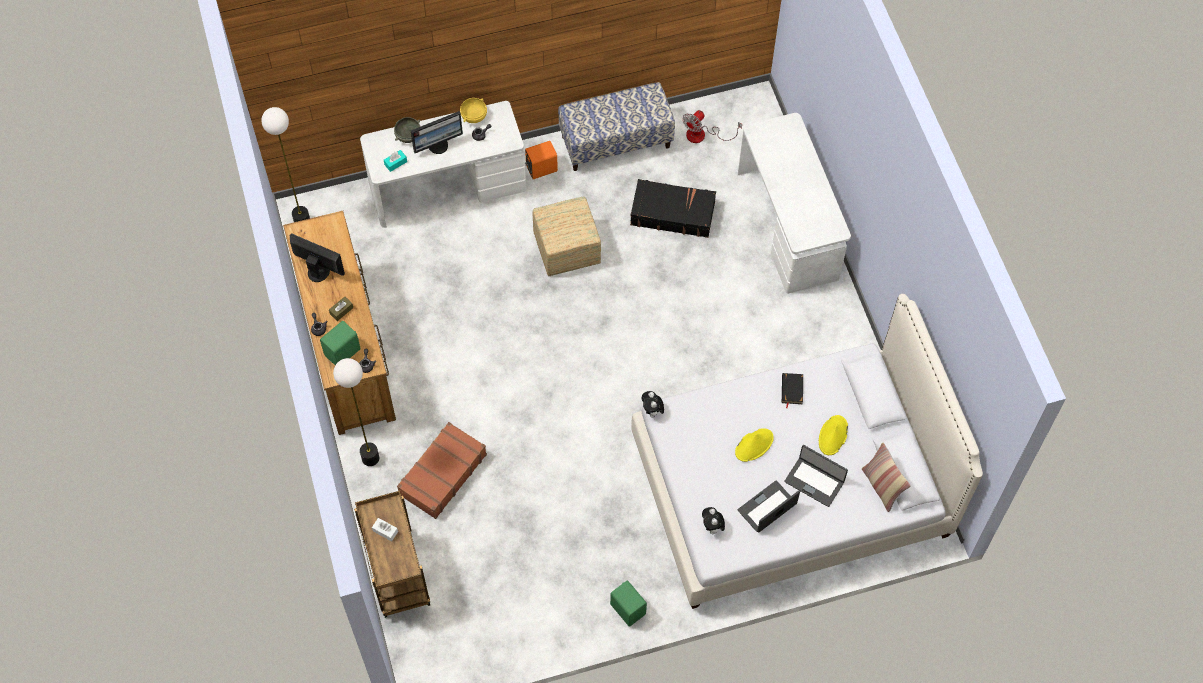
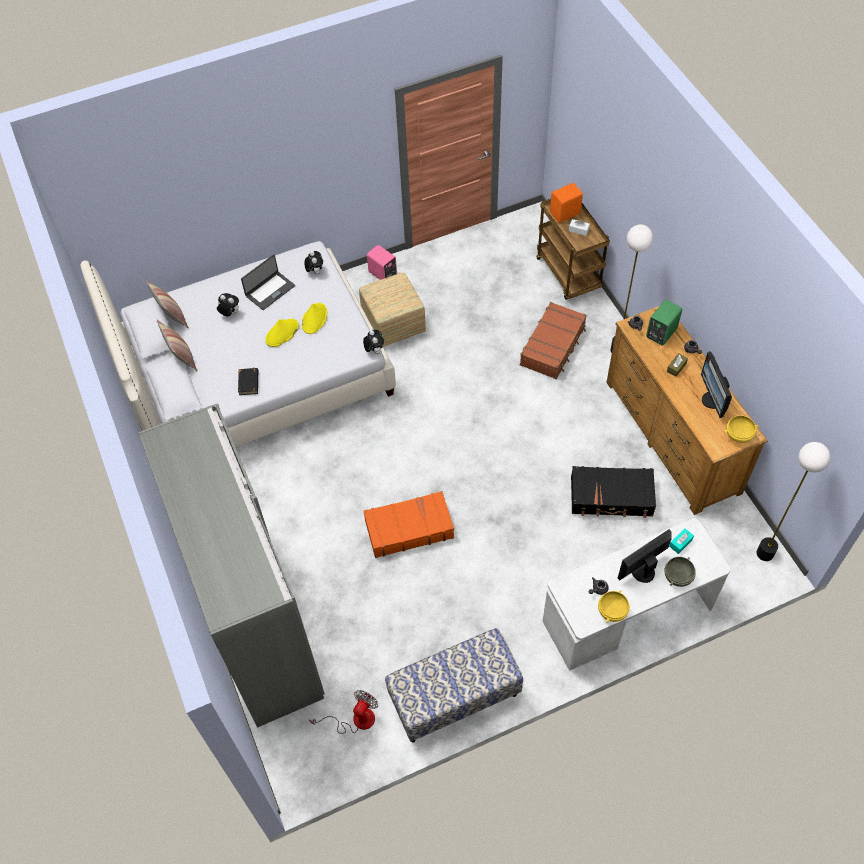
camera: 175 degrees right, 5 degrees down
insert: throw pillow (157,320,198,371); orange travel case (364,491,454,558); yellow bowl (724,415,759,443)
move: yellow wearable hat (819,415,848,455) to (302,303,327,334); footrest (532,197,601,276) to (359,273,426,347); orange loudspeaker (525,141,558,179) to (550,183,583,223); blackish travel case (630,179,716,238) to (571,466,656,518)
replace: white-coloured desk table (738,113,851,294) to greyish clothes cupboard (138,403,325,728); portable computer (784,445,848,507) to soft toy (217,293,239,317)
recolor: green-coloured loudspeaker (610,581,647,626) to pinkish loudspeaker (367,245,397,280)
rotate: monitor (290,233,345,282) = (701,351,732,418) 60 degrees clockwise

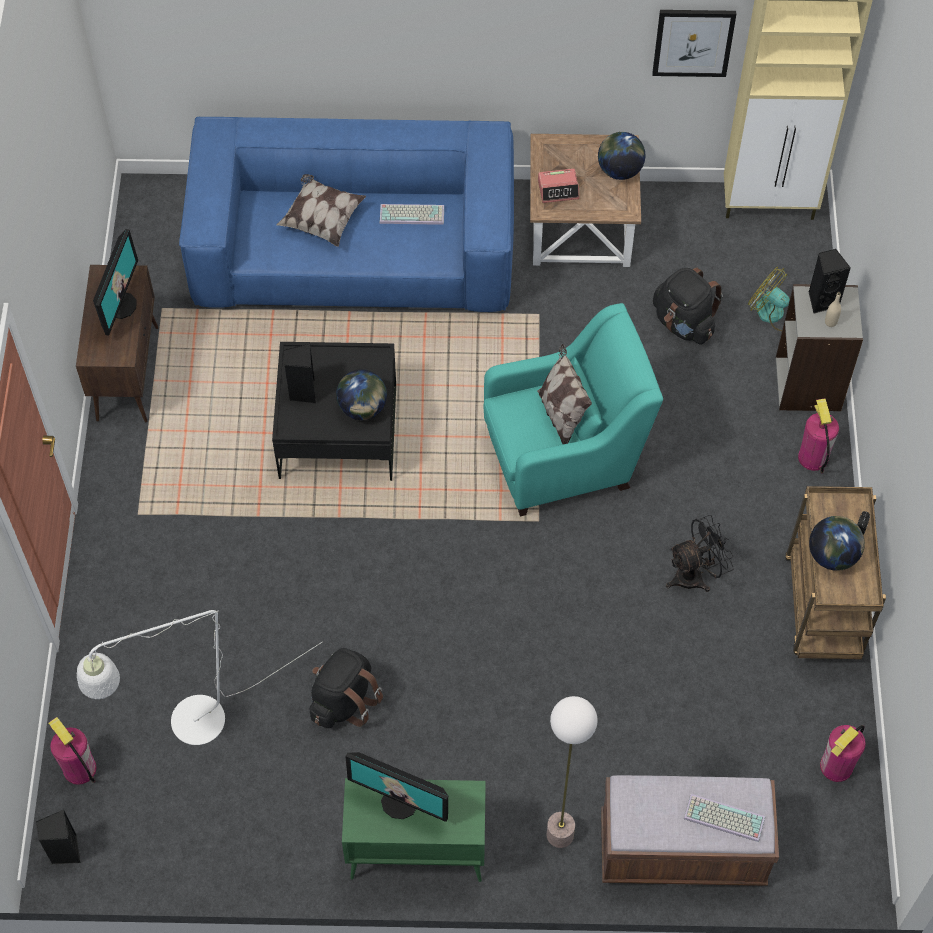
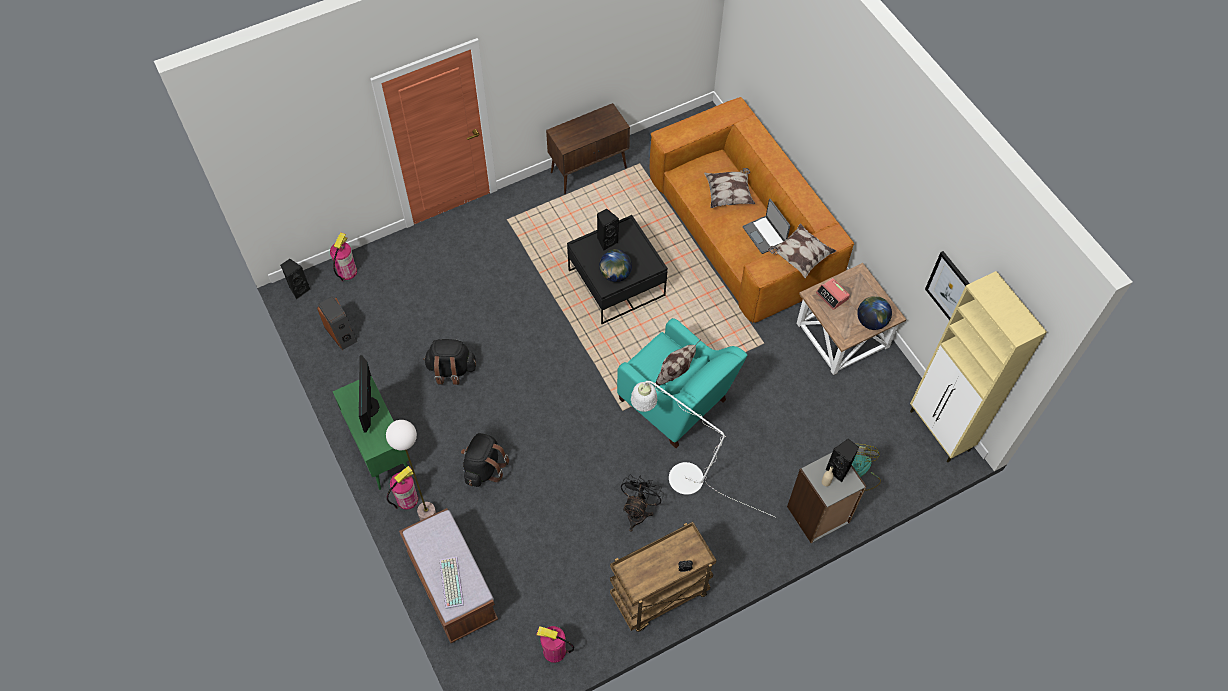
camera: 60 degrees right, 0 degrees up
delete: monitor (93,229,138,336); globe (809,516,865,571)
insert: loudspeaker (317,296,357,350); throw pillow (768,223,836,278)
move: fire extinguisher (798,398,839,473) to (387,466,418,510); blackish knapsack (653,267,723,345) to (461,433,509,487); white-coloured standard lamp (77,610,323,745) to (631,381,775,517)
replace: PC keyboard (380,204,444,225) to portable computer (742,199,790,254)
recolor: bluish sofa (179,117,514,312) to brown sofa (650,97,854,324)
rotate: blackish cooling fan (666,515,734,592) = (621,474,664,532) 105 degrees counterclockwise

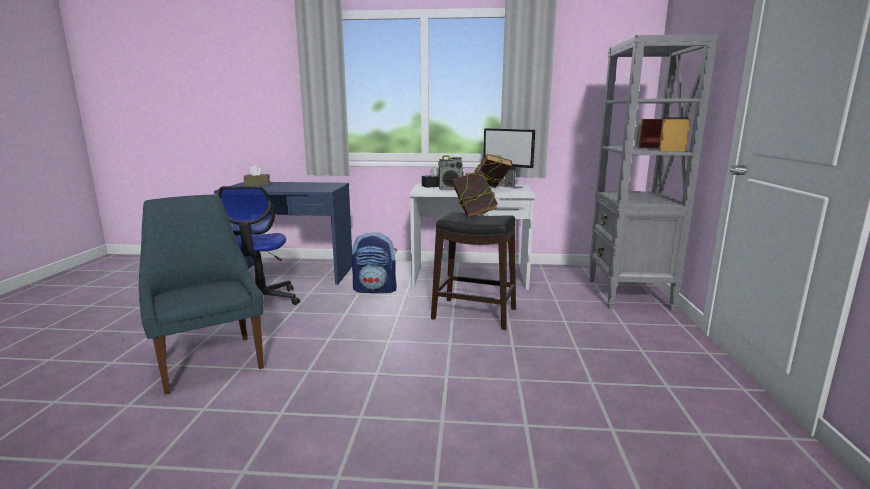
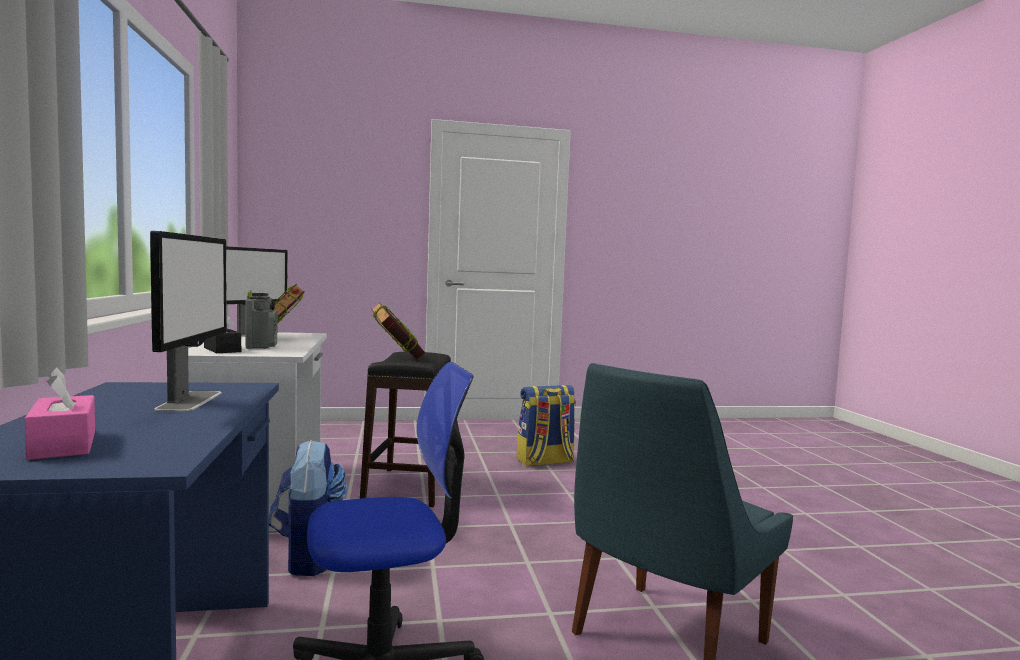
camera: 105 degrees left, 10 degrees down
delete: greyish bookshelf (589,34,718,311)
insert: monitor (150,231,227,412); knapsack (517,385,576,466)
recolor: brown tissue box (244,165,270,186) to pinkish tissue box (24,367,95,460)

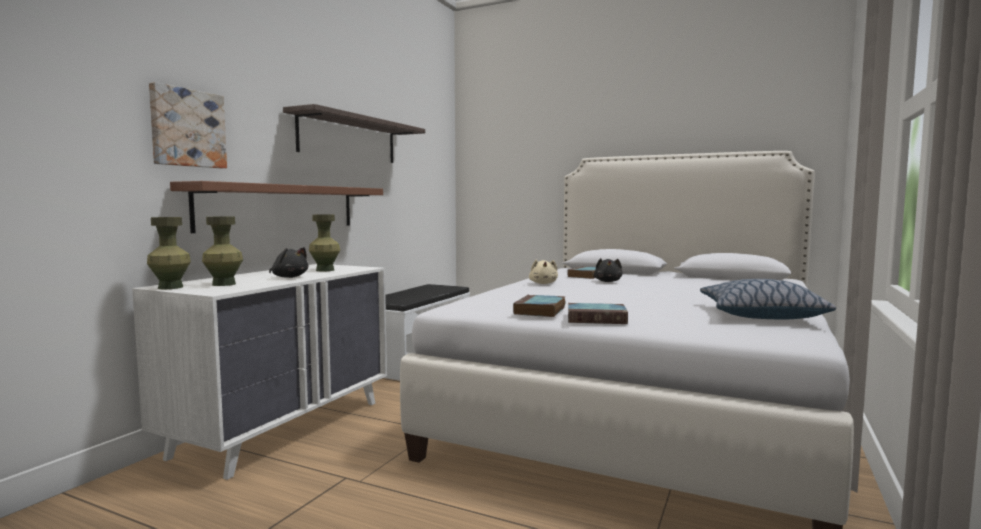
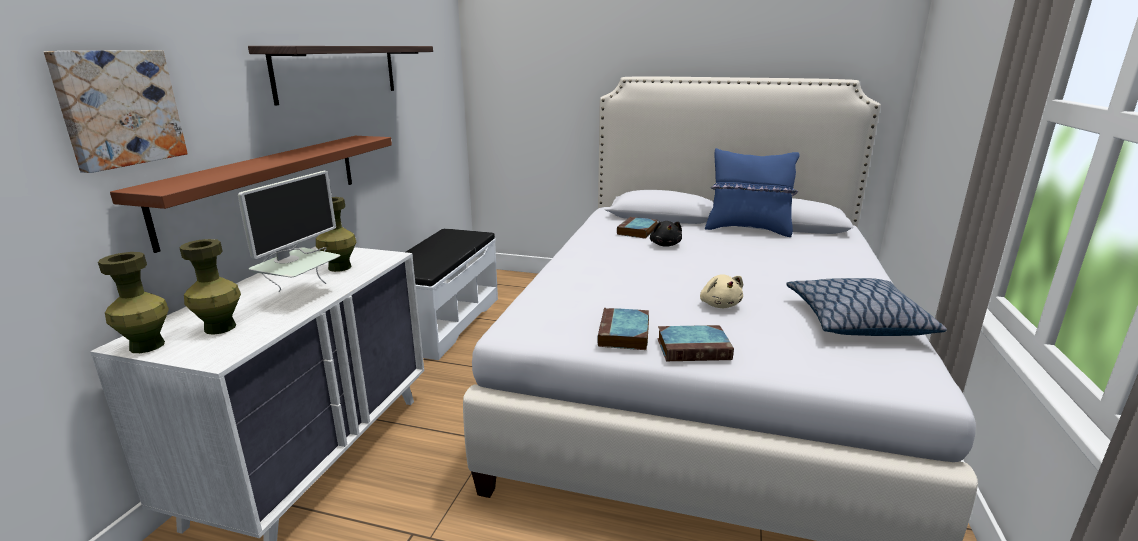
camera: 10 degrees left, 15 degrees up
insert: bluish throw pillow (705,148,800,237)
move: beige-coloured soft toy (529,259,558,284) to (700,275,743,308)
replace: blackish soft toy (269,247,308,278) to monitor (238,171,340,292)

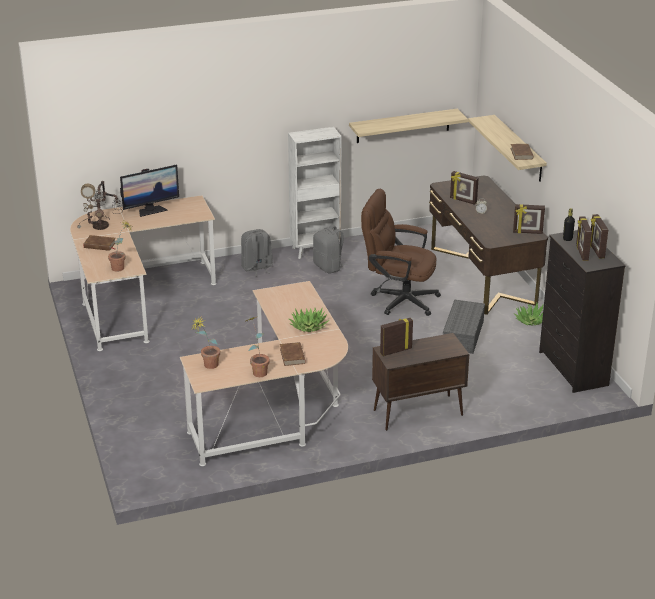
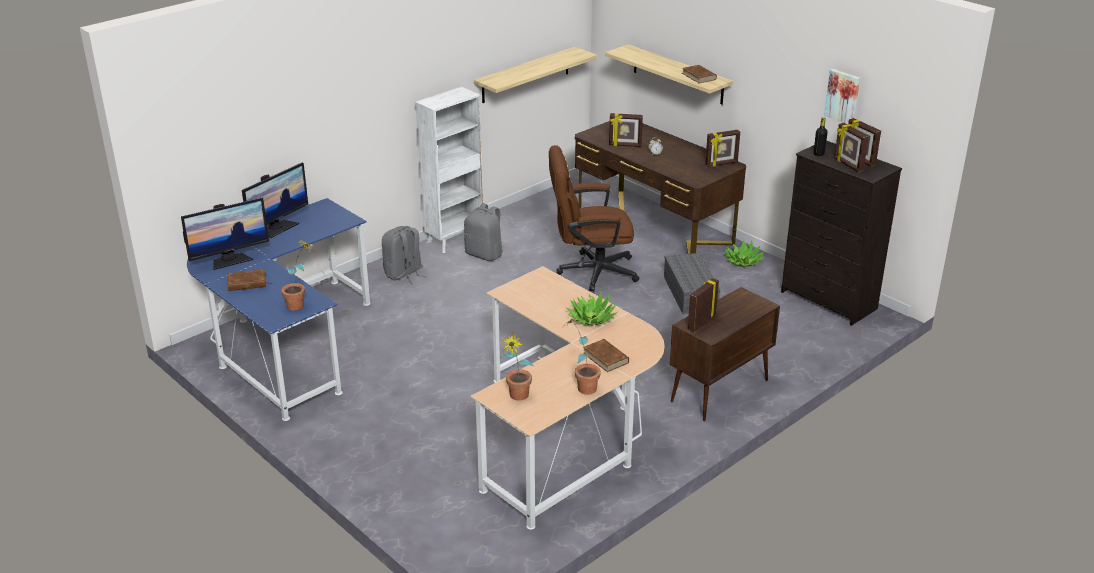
camera: 25 degrees left, 0 degrees up
insert: wall picture (824,69,860,124)
replace: table lamp (77,181,123,230) to monitor (181,198,269,270)
recolor: beige-coloured desk table (70,195,216,351) to bluish desk table (187,198,370,421)

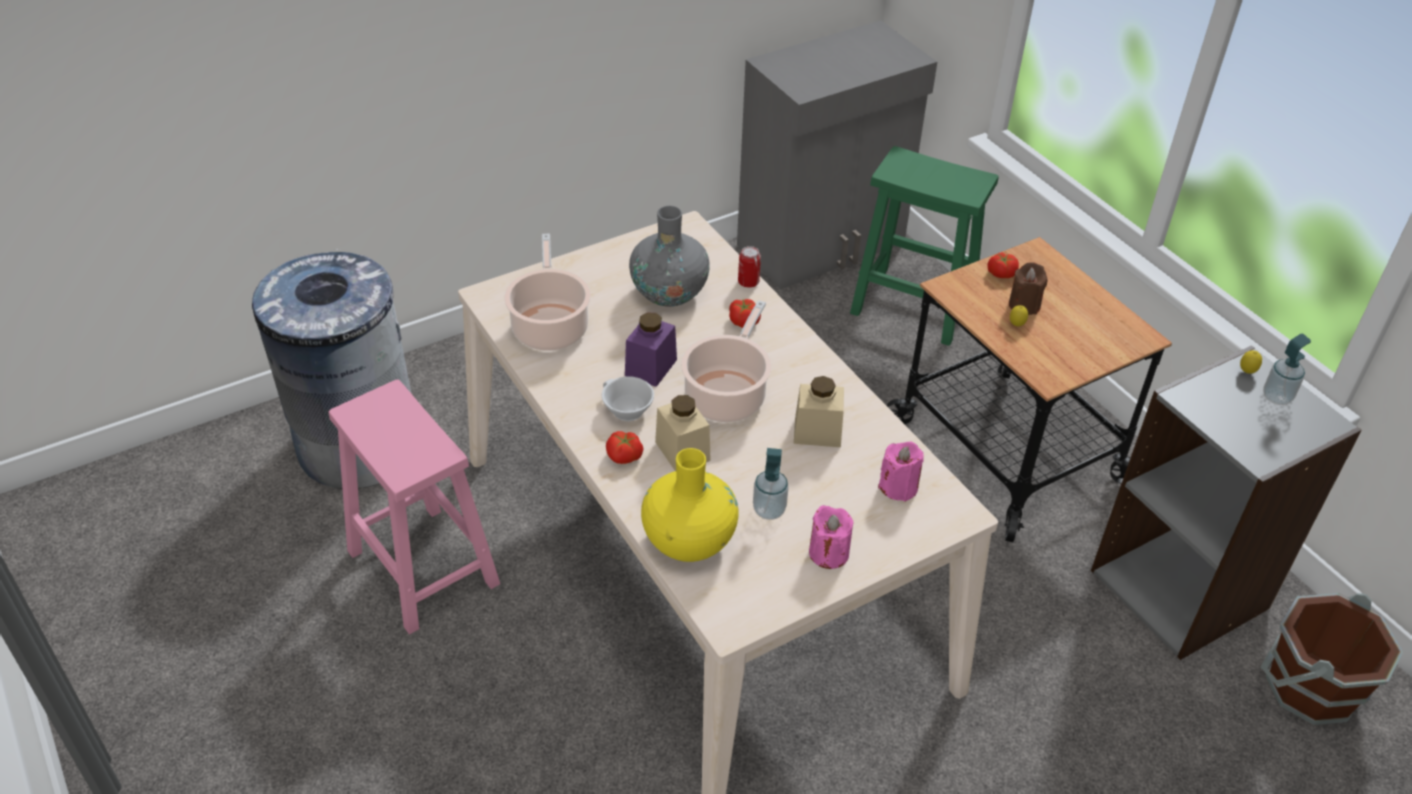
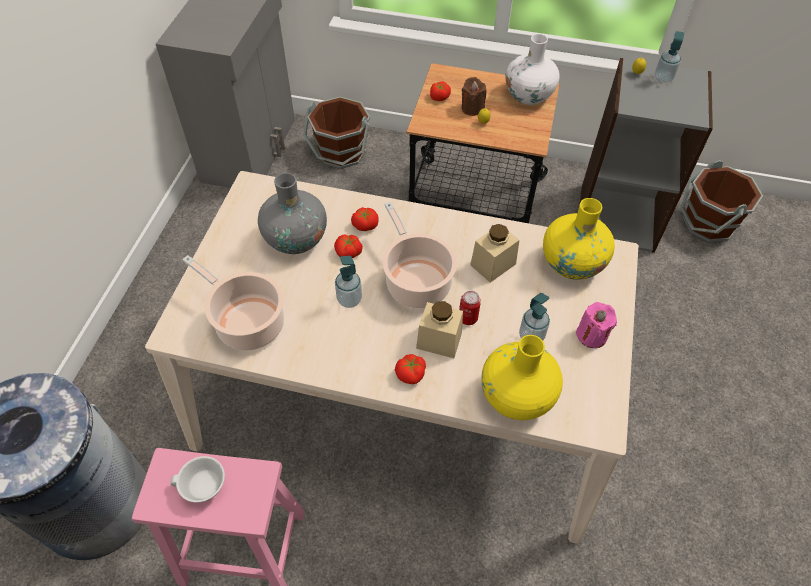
camera: 45 degrees left, 10 degrees up
insert: fresh tomato (334,235,363,258); white-coloured vase (506,34,560,105)
move: white-coloured small cup (602,376,654,421) to (170,456,225,503); can (738,246,761,288) to (459,291,481,325)
replace: green-coloured stool seat (850,146,999,346) to brown bucket (303,97,370,169); purple storage jar (625,312,677,387) to soap dispenser (335,256,362,308); pinkish candle (878,442,924,502) to yellow vase (543,198,615,280)

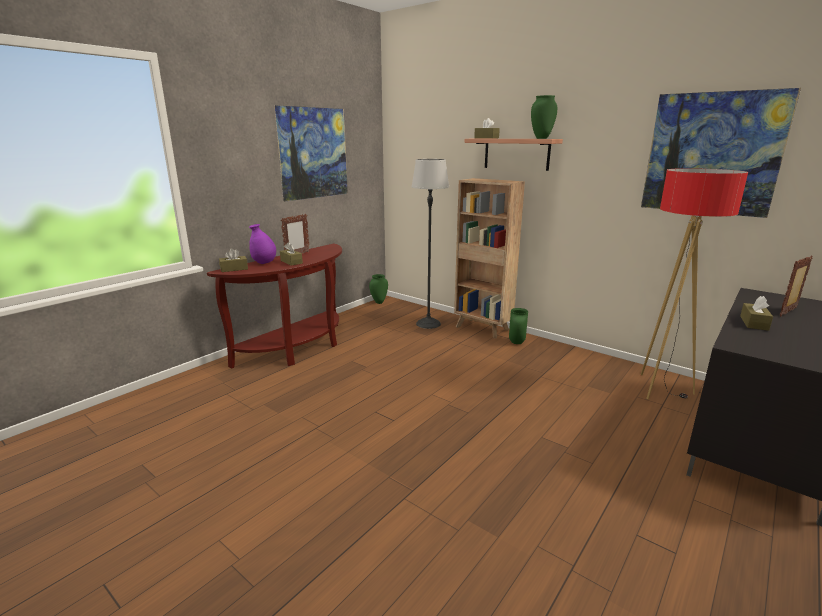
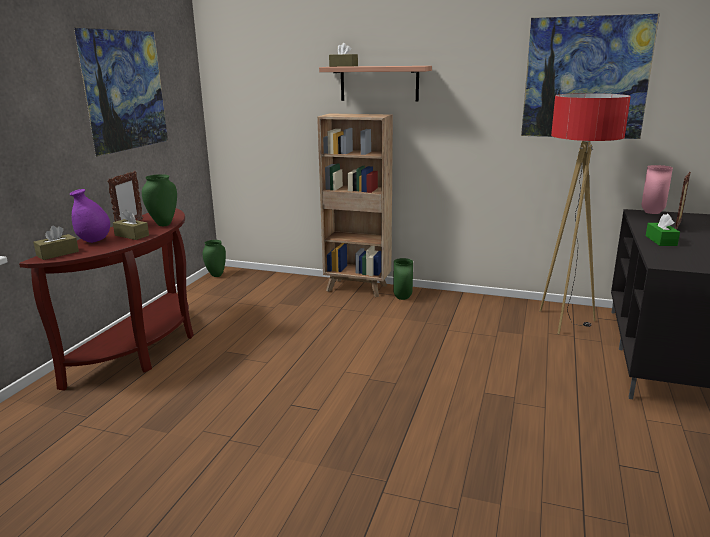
camera: 20 degrees left, 0 degrees up
delete: standard lamp (412,159,449,329)
insert: pinkish vase (642,165,673,214)
move: green-coloured vase (531,95,557,139) to (142,174,177,226)
recolor: brown tissue box (740,296,773,331) to green-coloured tissue box (646,214,680,246)

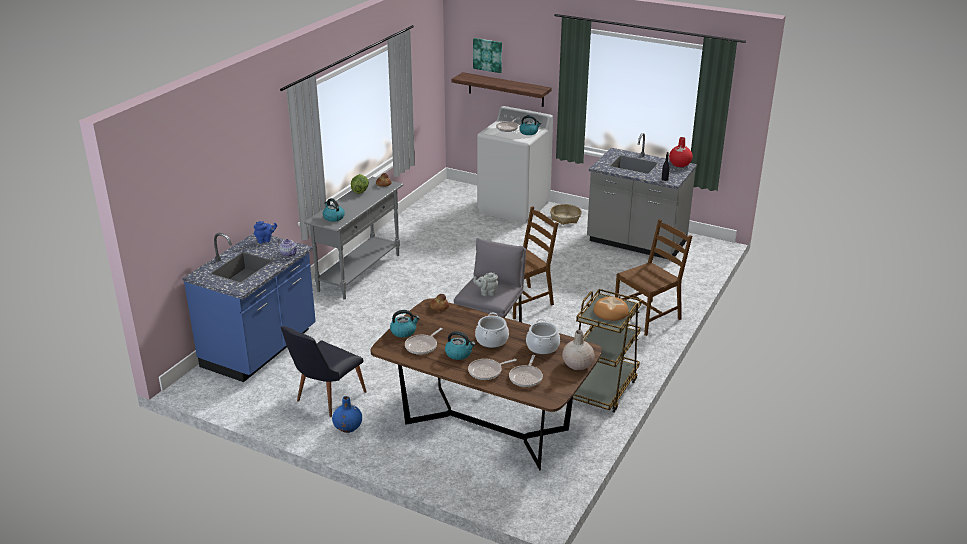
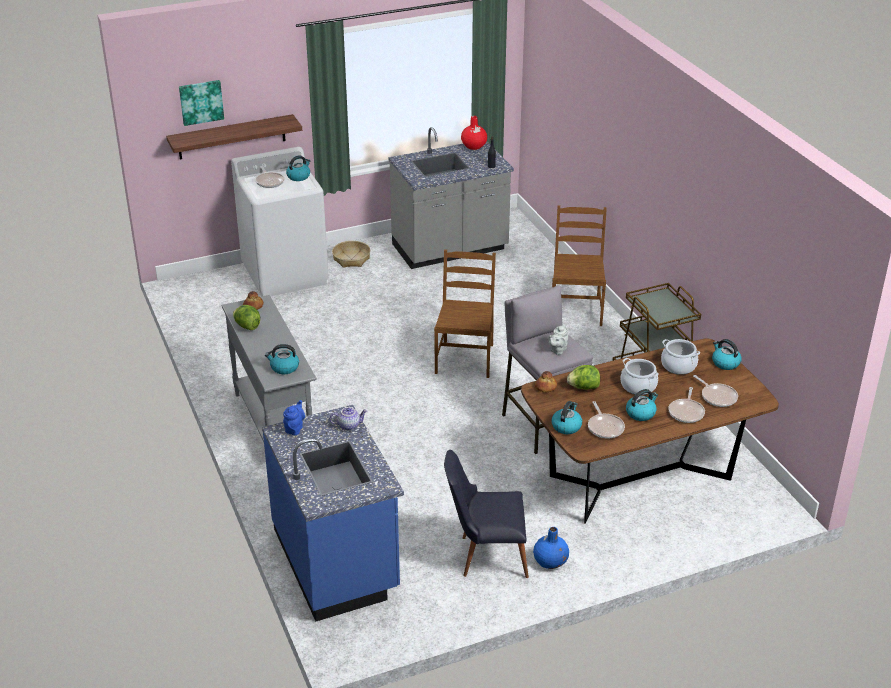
camera: 50 degrees left, 5 degrees up
delete: bakery bread (593,297,629,321)
insert: head of lettuce (567,365,600,390)
replace: beige-coloured vase (562,330,594,370) to water kettle (712,339,742,370)
rotate: blackish chair (281,326,367,417) = (444,450,529,578) 105 degrees clockwise

